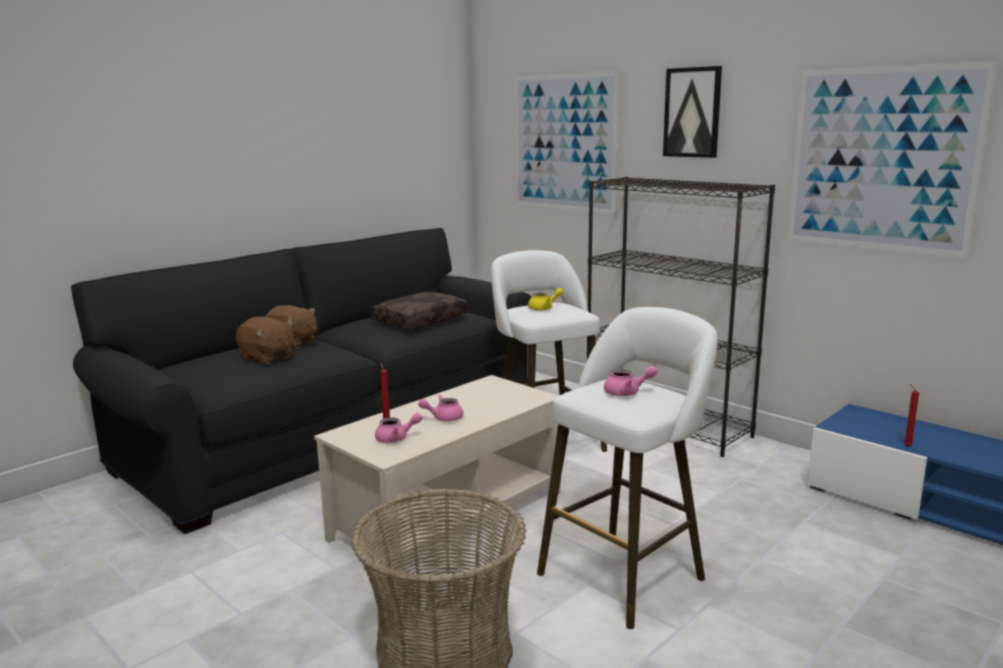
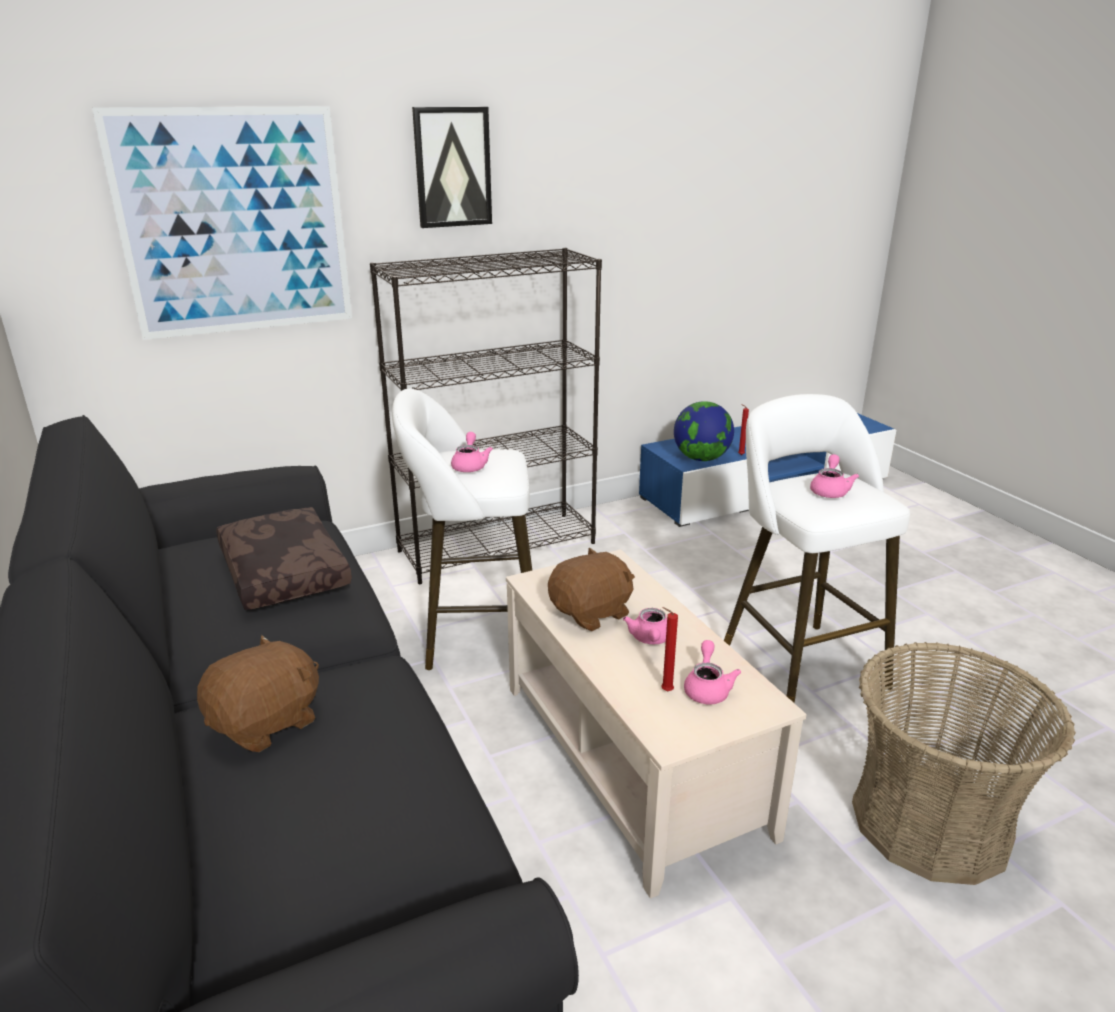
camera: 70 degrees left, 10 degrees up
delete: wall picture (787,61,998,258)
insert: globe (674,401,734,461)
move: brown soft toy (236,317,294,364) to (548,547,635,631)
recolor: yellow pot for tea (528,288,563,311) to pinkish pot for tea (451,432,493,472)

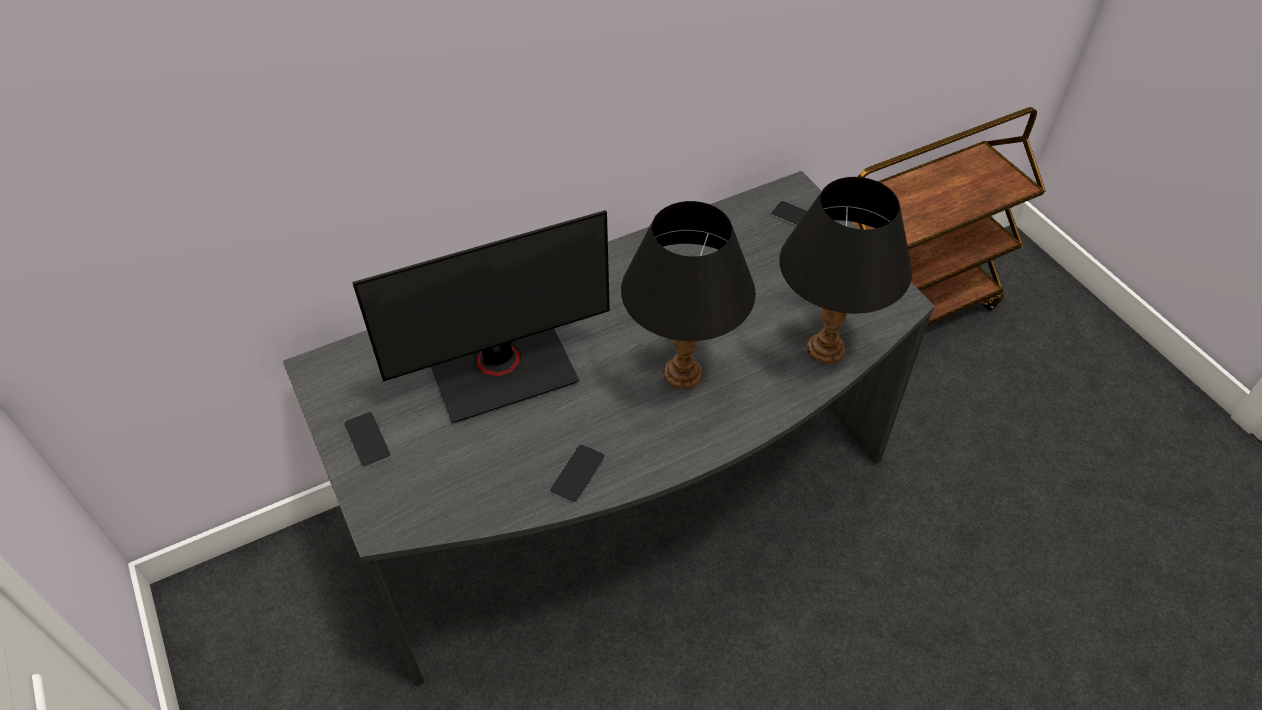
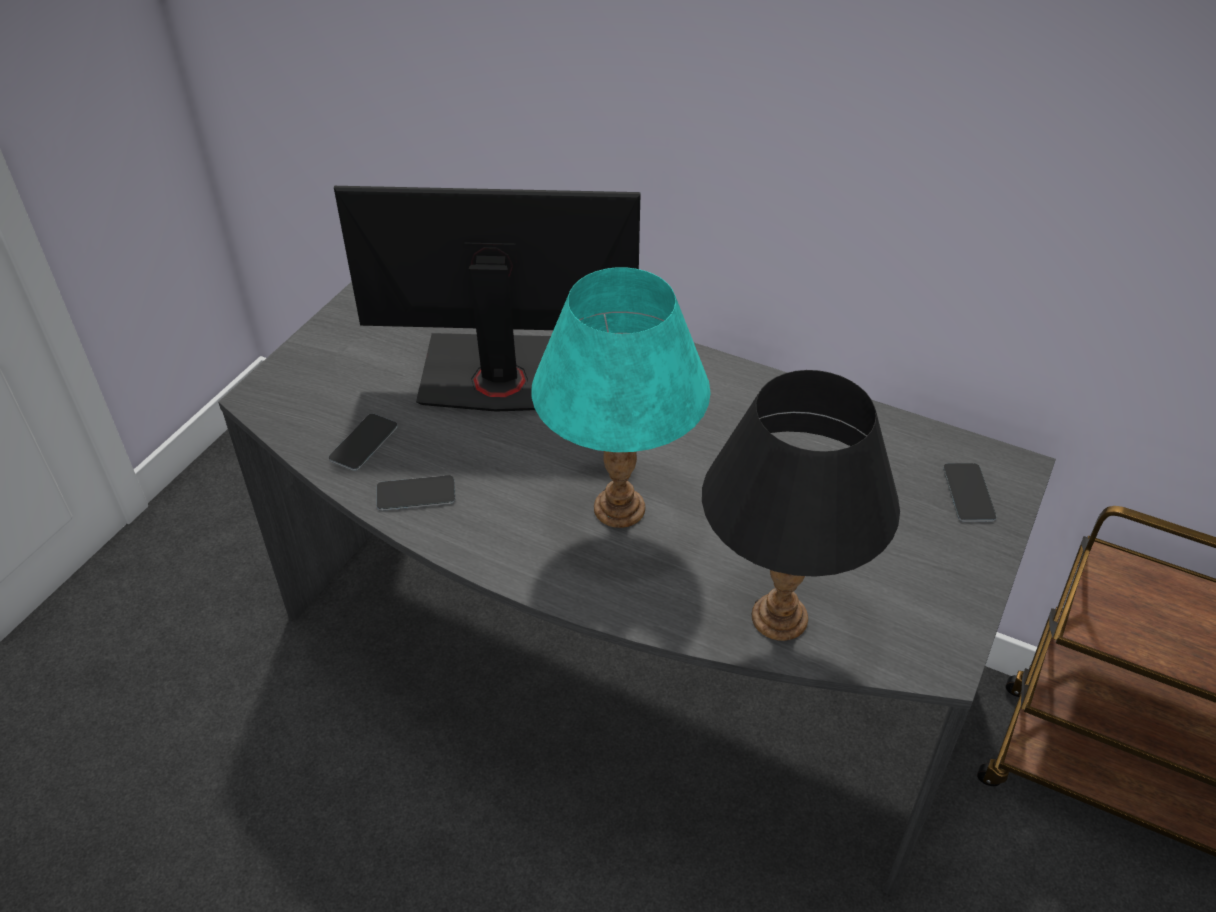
camera: 55 degrees right, 5 degrees down
move: phone (344,412,391,468) to (329,414,398,471)
recolor: blackish table lamp (621,201,756,389) to turquoise table lamp (531,267,711,528)
rotate: monitor (352,210,610,423) = (334,186,641,411) 150 degrees clockwise

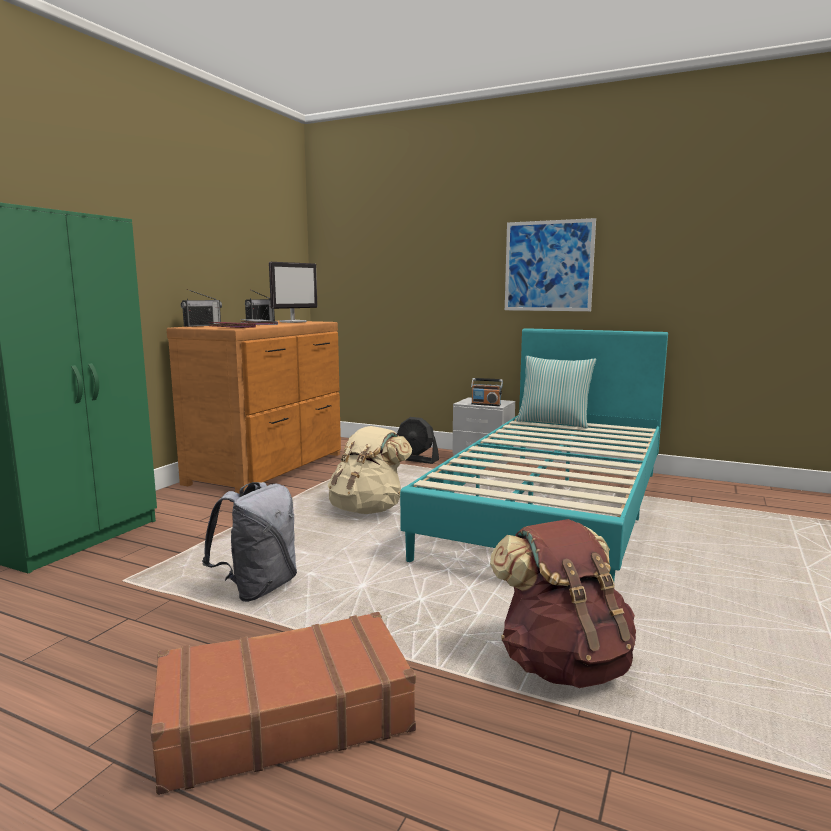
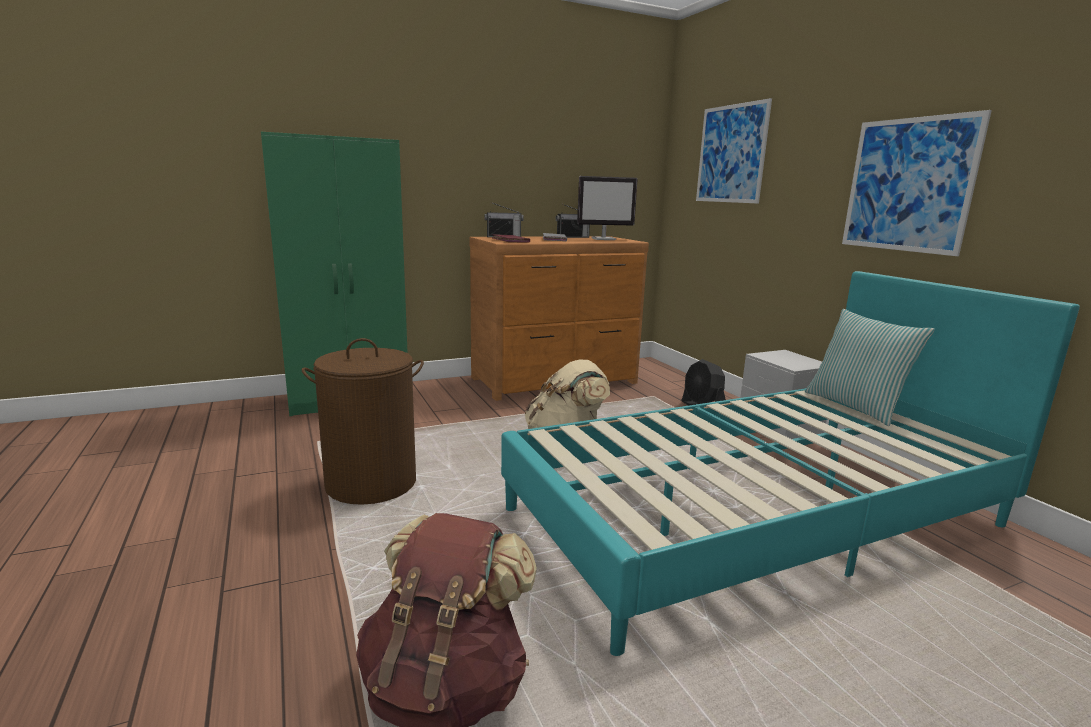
camera: 40 degrees right, 5 degrees up
delete: brown travel case (151,612,416,795); radio receiver (471,378,503,406)
insert: wall picture (696,98,772,204)
replace: greyish knapsack (202,482,297,602) to brown washing basket (302,338,424,505)

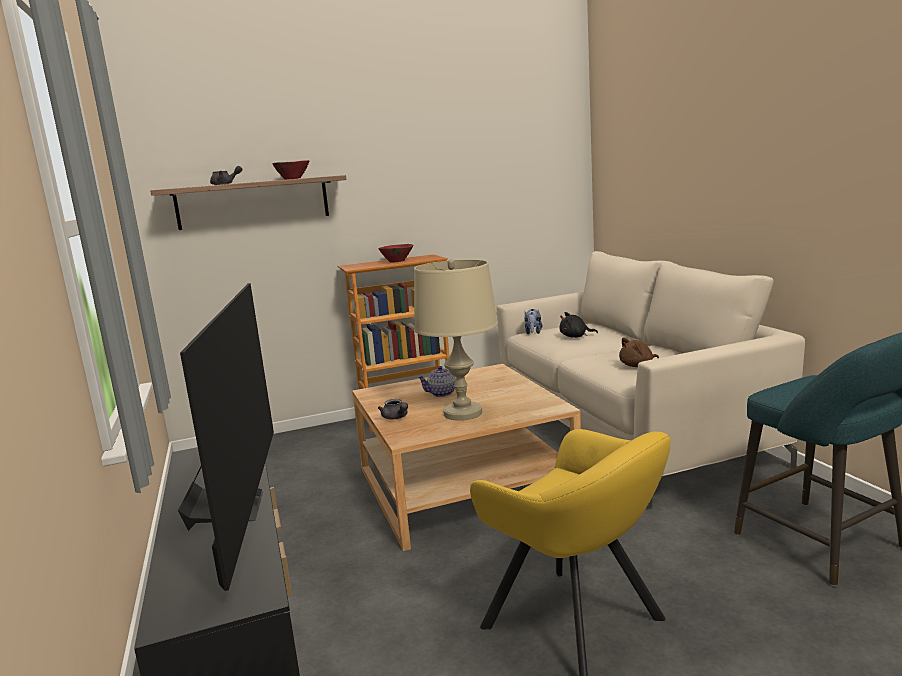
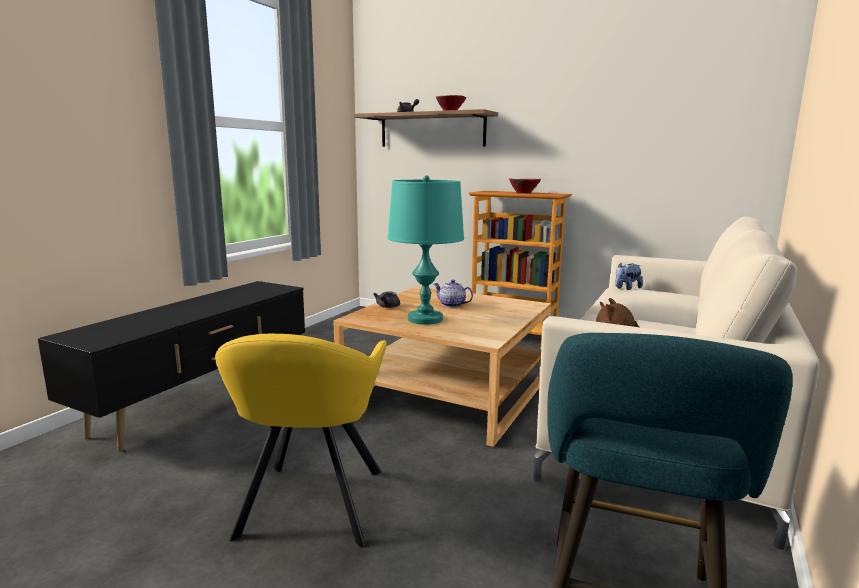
camera: 45 degrees right, 0 degrees up
delete: TV set (178,283,274,591); blackish soft toy (559,312,598,338)
recolor: beige-coloured table lamp (414,259,498,421) to turquoise table lamp (388,175,464,325)

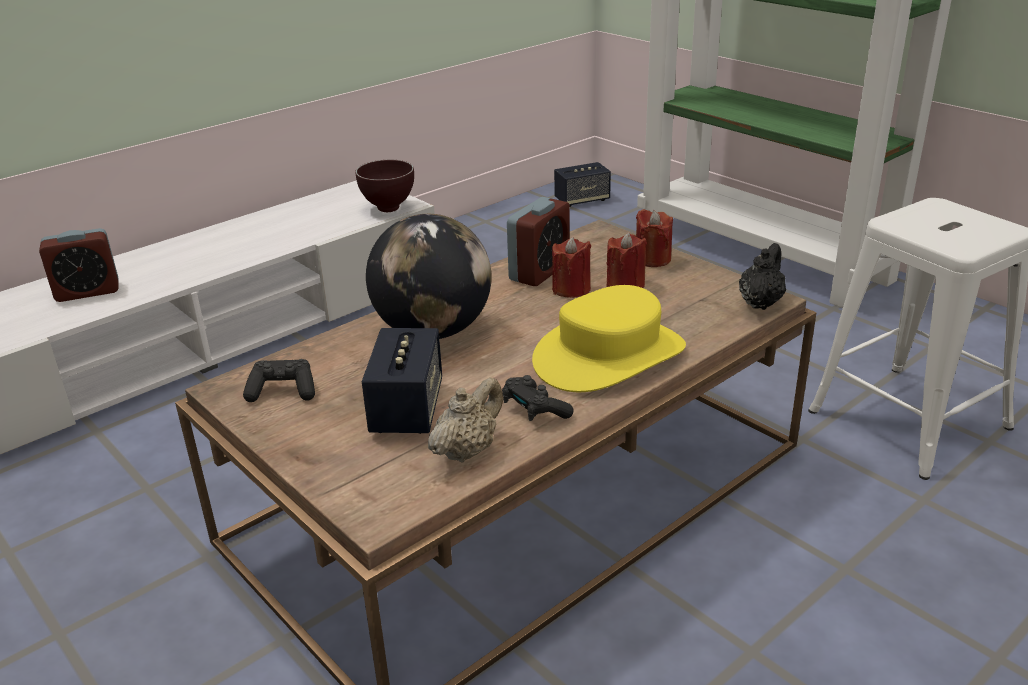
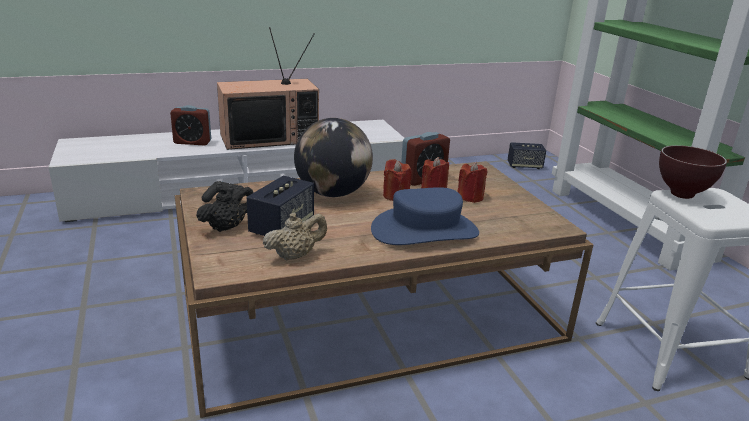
camera: 20 degrees right, 5 degrees down
delete: blackish game controller (502,375,573,421)
insert: TV set (217,27,319,150)
move: blackish pot for tea (739,243,786,310) to (196,187,254,232); red candle (636,209,673,267) to (383,159,412,201); brown bowl (355,160,414,212) to (659,145,727,199)
recolor: yellow wearable hat (532,285,686,392) to bluish wearable hat (371,187,479,245)

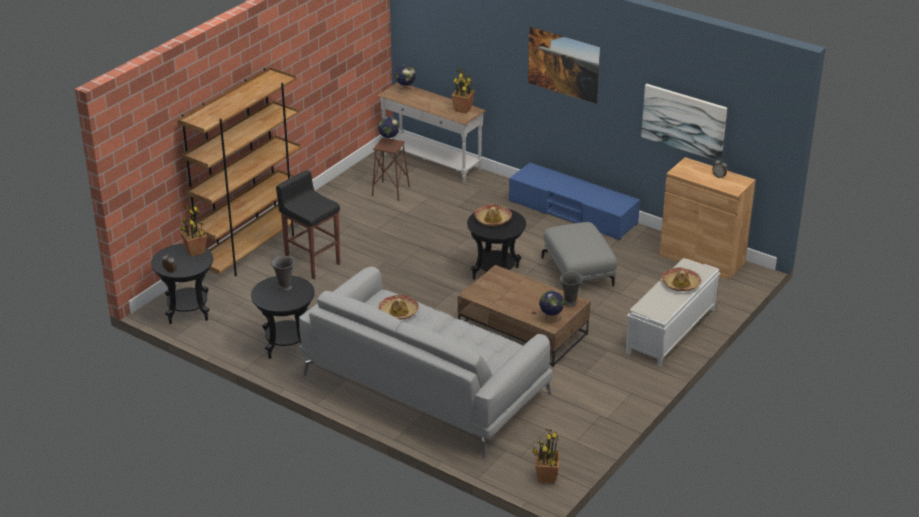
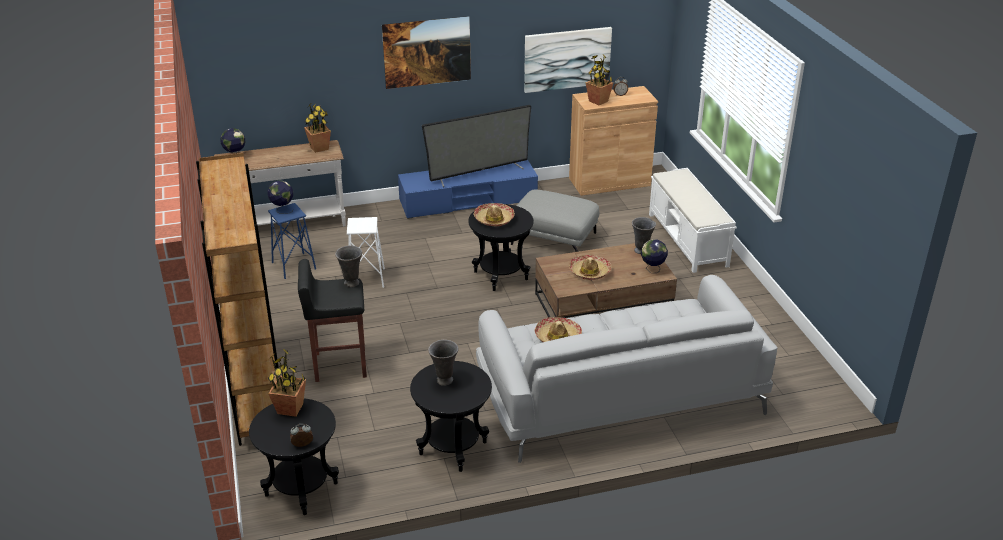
camera: 50 degrees left, 0 degrees up
insert: greyish vase (335,246,362,287); white-coloured stool seat (347,217,385,288); TV set (422,105,531,187)
move: wearable hat (662,267,701,291) to (569,255,612,280); potted plant (532,429,560,484) to (586,54,613,105)
recolor: brown stool seat (372,138,410,201) to bluish stool seat (268,203,316,279)

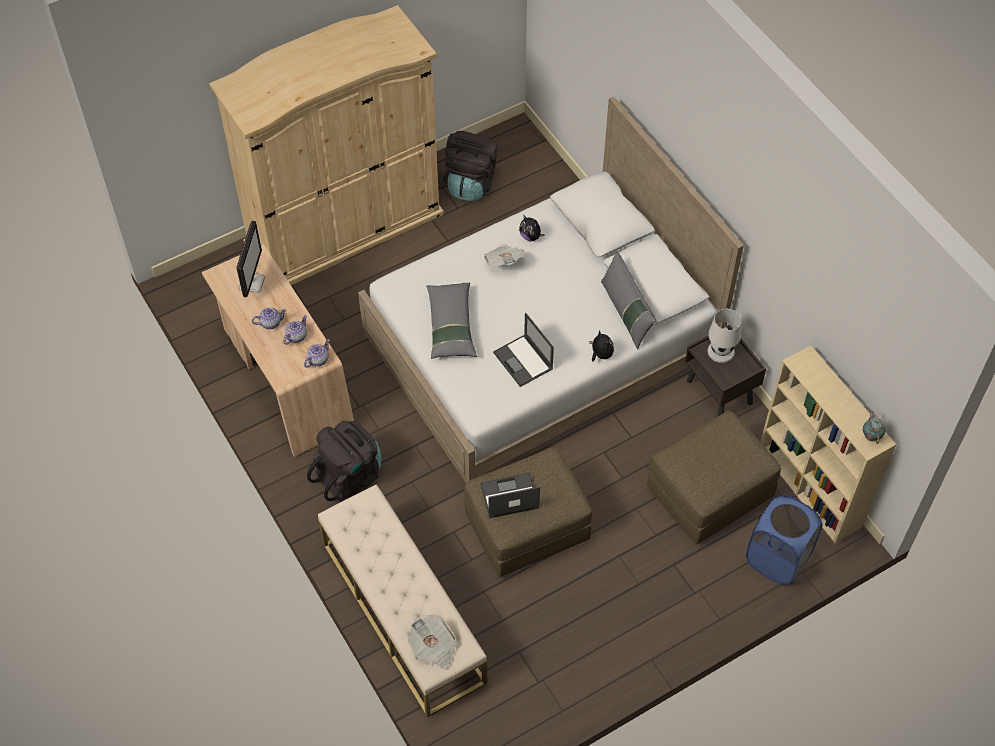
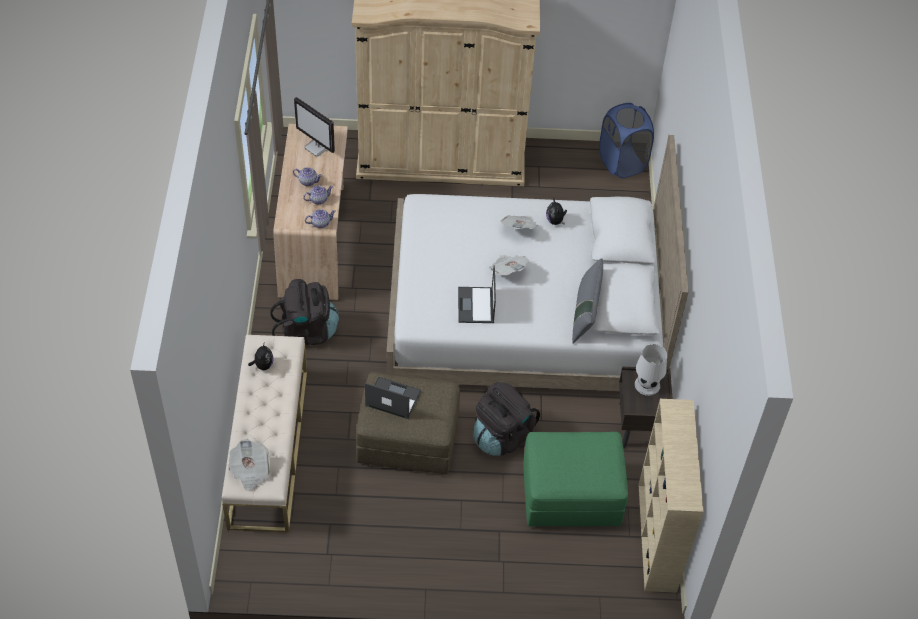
camera: 30 degrees right, 5 degrees down
delete: greyish throw pillow (426,283,477,359); pot for tea (863,411,885,444)
insert: newspaper (489,255,530,275)
move: soft toy (589,331,614,362) to (248,344,273,370); blackish knapsack (443,131,498,201) to (473,382,540,456); bluish washing basket (746,495,823,585) to (599,103,654,178)
recolor: brown footrest (647,411,781,545) to green-coloured footrest (523,432,628,526)
rotate: monitor (236,221,265,297) = (294,97,335,156) 90 degrees clockwise

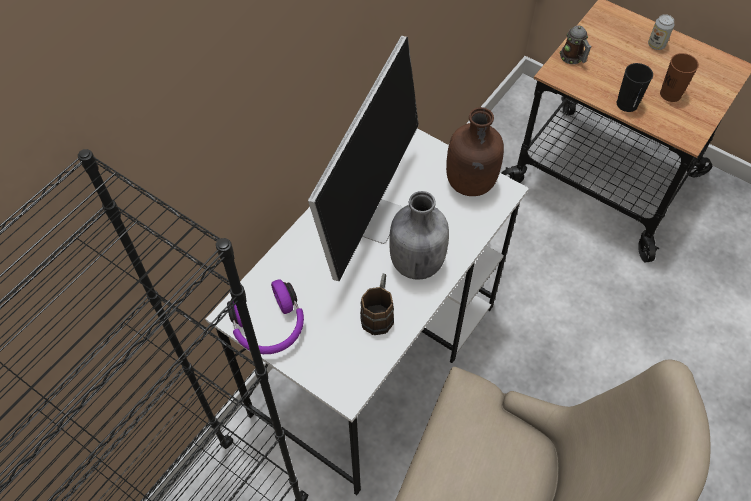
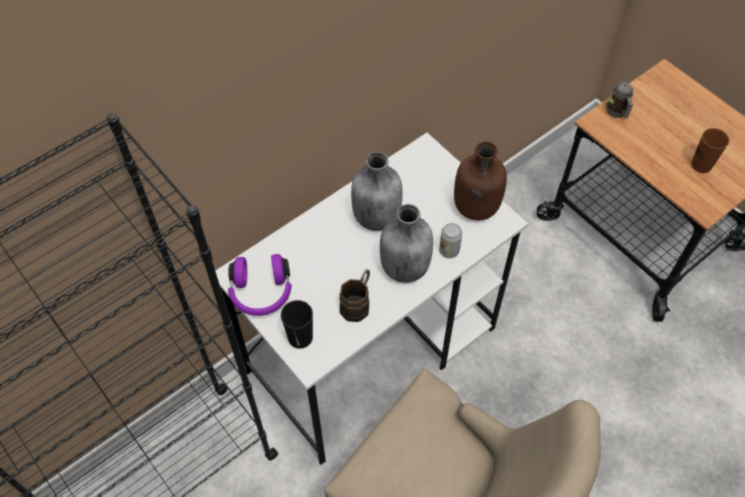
camera: 15 degrees right, 0 degrees up
move: blackish small cup (617,63,653,112) to (281,300,313,349); can (648,14,675,50) to (439,223,462,258)
replace: monitor (308,36,419,281) to greyish beverage bottle (351,152,403,231)

